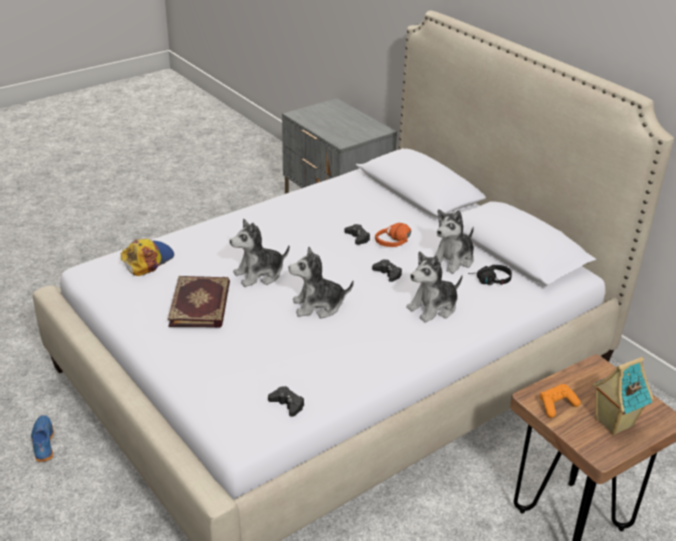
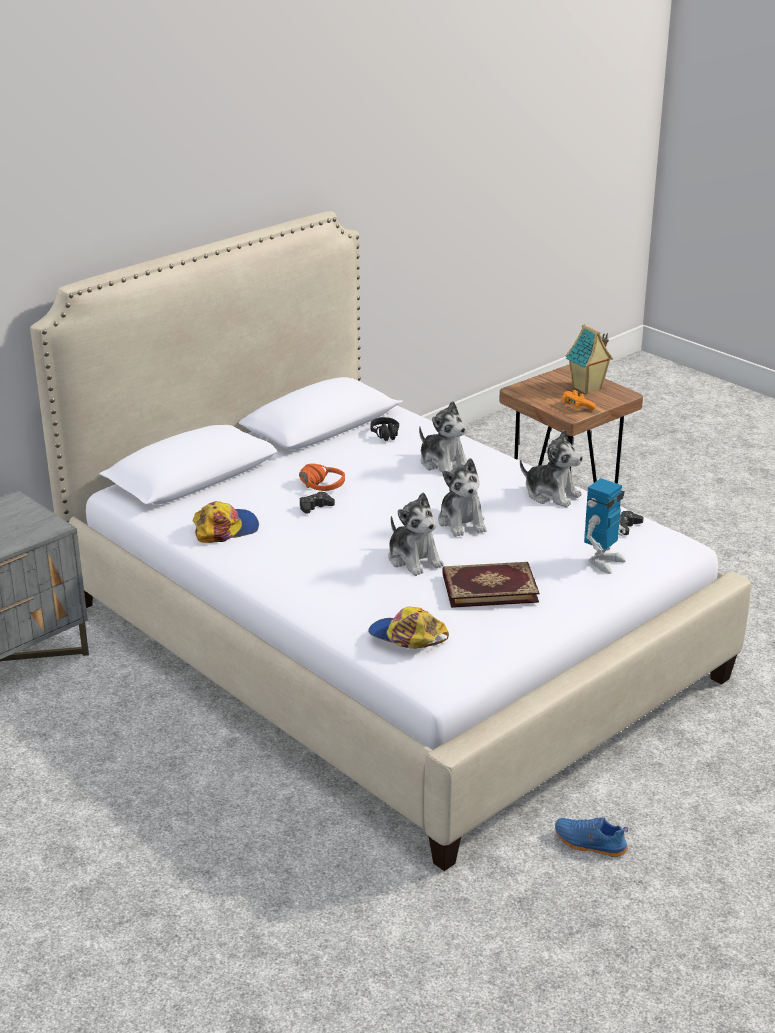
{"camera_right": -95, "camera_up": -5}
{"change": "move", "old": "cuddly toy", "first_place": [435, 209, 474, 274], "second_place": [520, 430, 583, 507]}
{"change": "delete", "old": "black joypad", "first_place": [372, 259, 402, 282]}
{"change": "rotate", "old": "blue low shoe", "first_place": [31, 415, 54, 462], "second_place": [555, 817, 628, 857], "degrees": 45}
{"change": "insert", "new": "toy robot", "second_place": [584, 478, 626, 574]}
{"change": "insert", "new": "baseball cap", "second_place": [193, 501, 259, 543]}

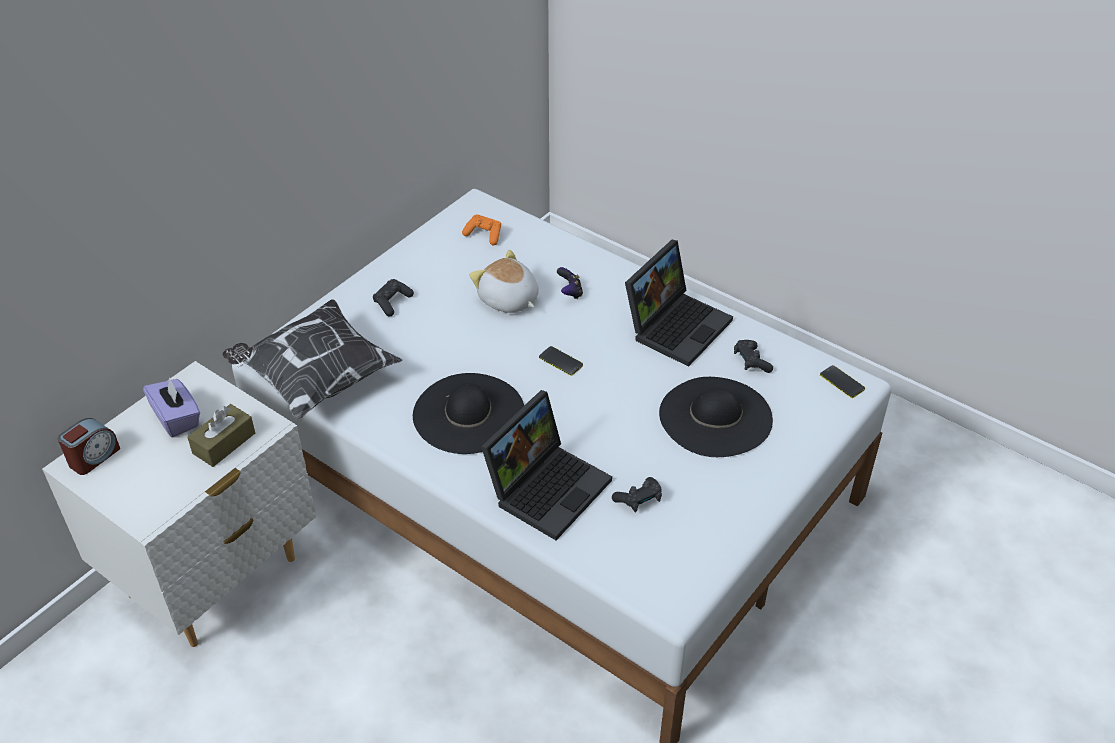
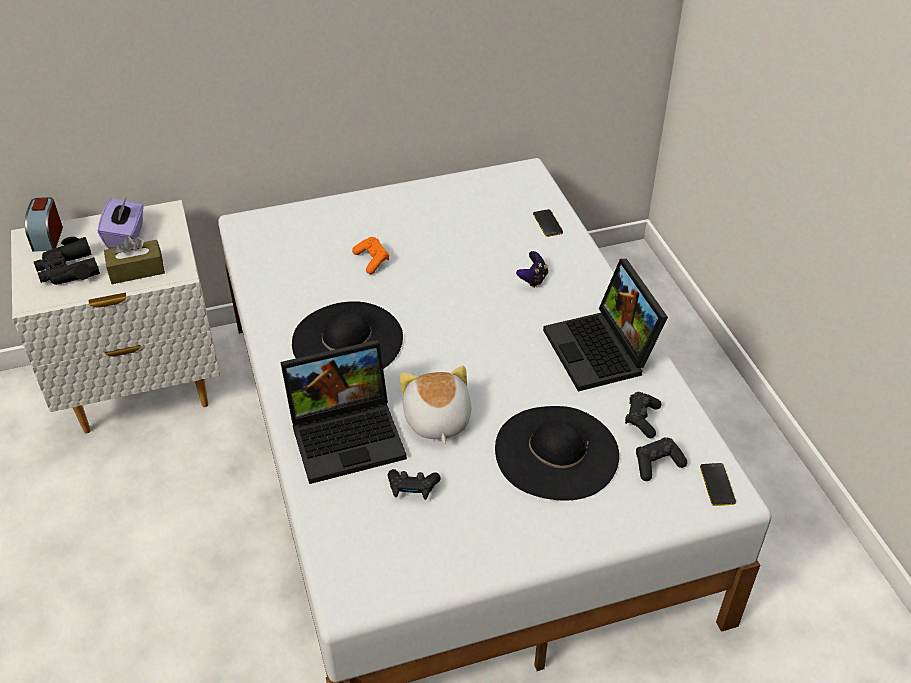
{"camera_right": 35, "camera_up": 0}
{"change": "move", "old": "orange-coloured joypad", "first_place": [462, 214, 501, 245], "second_place": [352, 237, 389, 274]}
{"change": "rotate", "old": "laptop", "first_place": [625, 240, 733, 367], "second_place": [543, 259, 668, 392], "degrees": 90}
{"change": "move", "old": "cuddly toy", "first_place": [469, 250, 539, 313], "second_place": [400, 366, 471, 444]}
{"change": "move", "old": "black joypad", "first_place": [373, 279, 414, 316], "second_place": [636, 437, 687, 481]}
{"change": "delete", "old": "throw pillow", "first_place": [222, 299, 402, 420]}
{"change": "move", "old": "phone", "first_place": [539, 346, 583, 376], "second_place": [533, 209, 563, 237]}
{"change": "rotate", "old": "table clock", "first_place": [58, 418, 120, 475], "second_place": [24, 197, 63, 252], "degrees": 105}
{"change": "insert", "new": "black pair of binoculars", "second_place": [34, 237, 100, 285]}

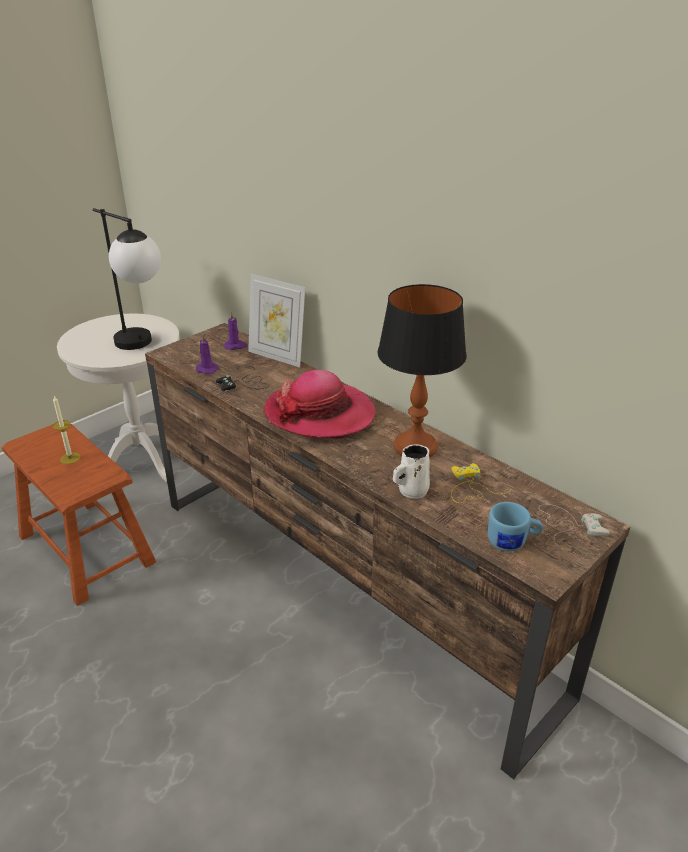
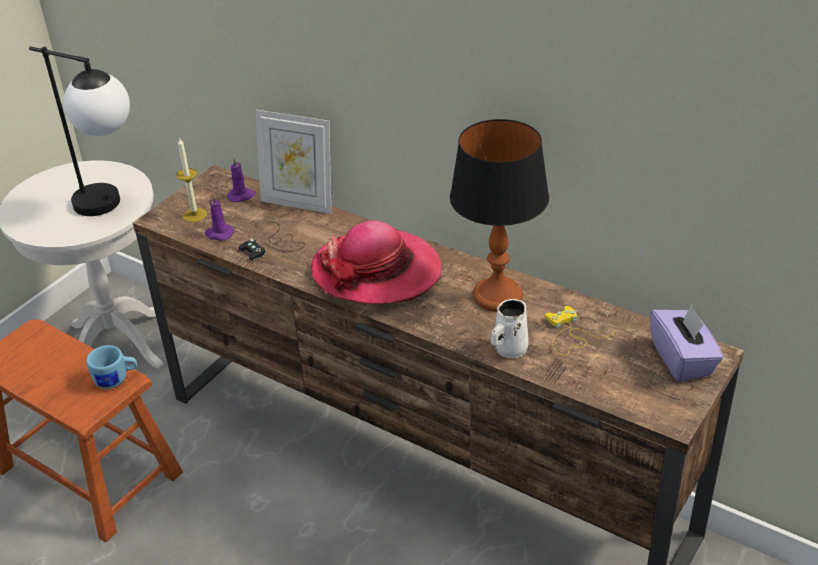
{"camera_right": -10, "camera_up": 5}
{"change": "move", "old": "wax light", "first_place": [53, 396, 81, 464], "second_place": [176, 137, 207, 222]}
{"change": "move", "old": "blue tea mug", "first_place": [488, 502, 543, 552], "second_place": [86, 345, 137, 389]}
{"change": "replace", "old": "white-coloured joypad", "new": "purple tissue holder", "first_place": [539, 504, 610, 549], "second_place": [650, 304, 723, 382]}

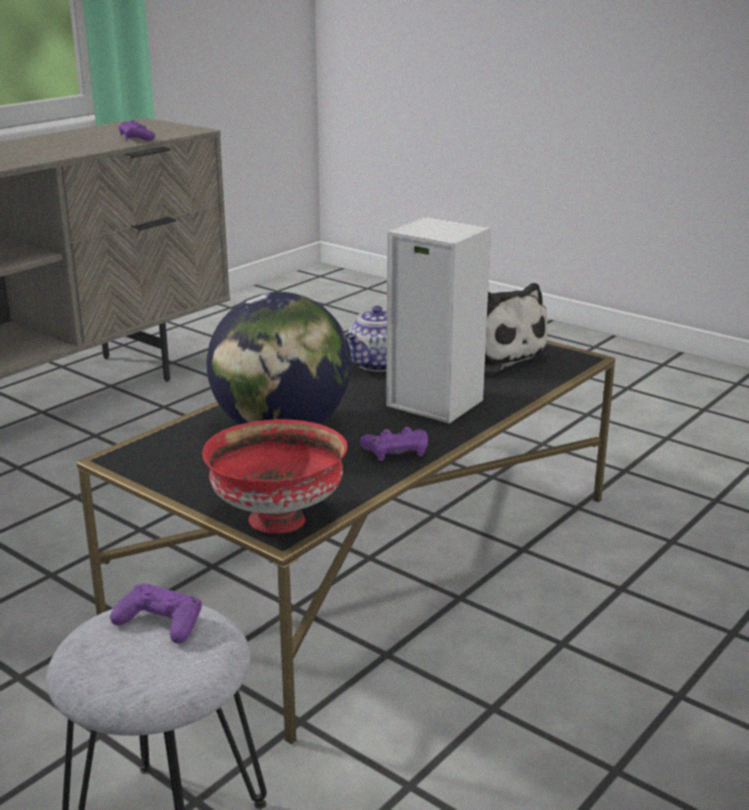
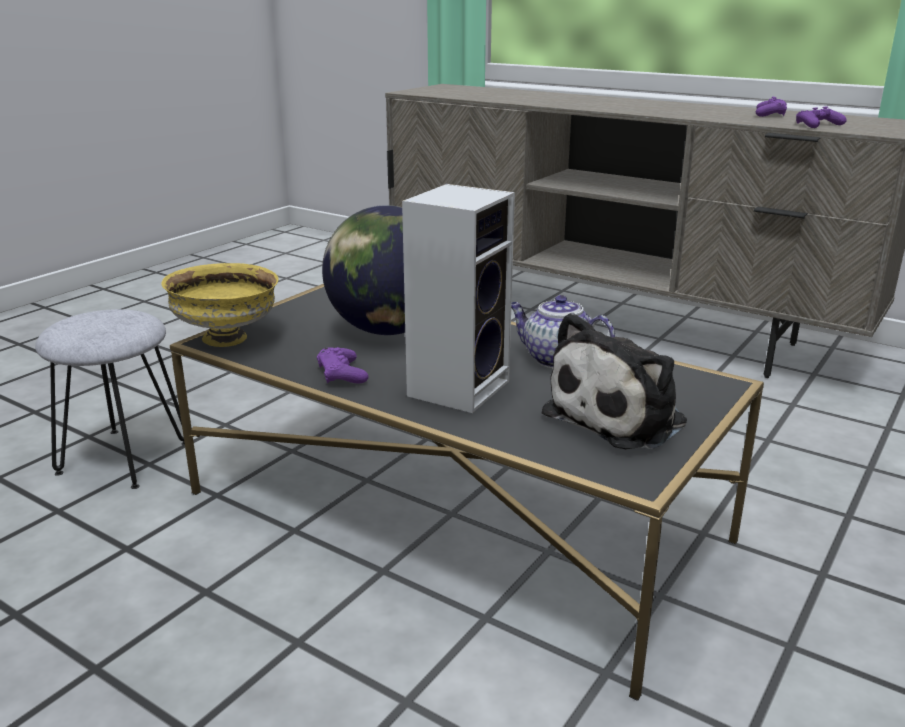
{"camera_right": 85, "camera_up": 0}
{"change": "recolor", "old": "reddish serving bowl", "new": "yellowish serving bowl", "first_place": [202, 419, 347, 534], "second_place": [161, 263, 279, 347]}
{"change": "move", "old": "purple joypad", "first_place": [110, 584, 202, 643], "second_place": [756, 96, 787, 117]}

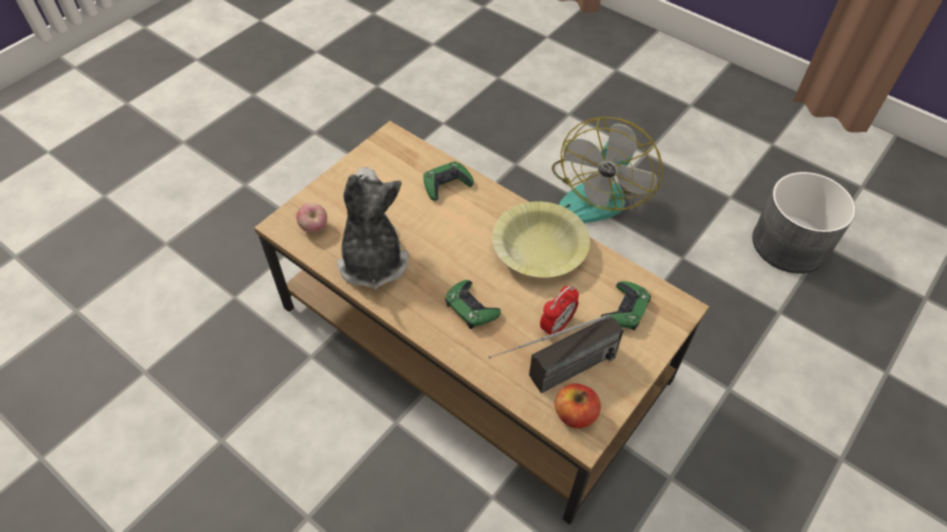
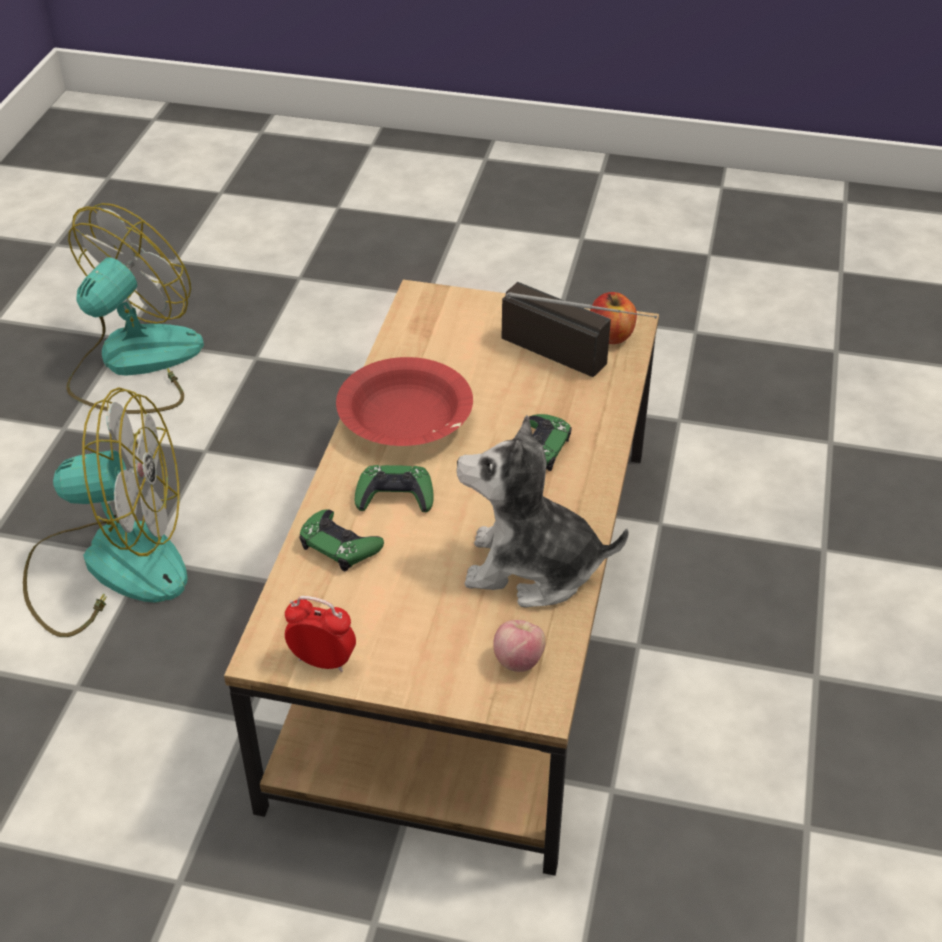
{"camera_right": -115, "camera_up": -10}
{"change": "rotate", "old": "cuddly toy", "first_place": [337, 167, 409, 290], "second_place": [457, 415, 629, 608], "degrees": 45}
{"change": "replace", "old": "gray plant pot", "new": "electric fan", "first_place": [752, 172, 856, 274], "second_place": [66, 203, 204, 414]}
{"change": "recolor", "old": "yellowish serving bowl", "new": "reddish serving bowl", "first_place": [492, 201, 590, 278], "second_place": [336, 357, 473, 446]}
{"change": "move", "old": "green-coloured joypad", "first_place": [601, 281, 651, 330], "second_place": [355, 465, 434, 512]}
{"change": "move", "old": "table clock", "first_place": [540, 286, 579, 335], "second_place": [285, 596, 356, 672]}

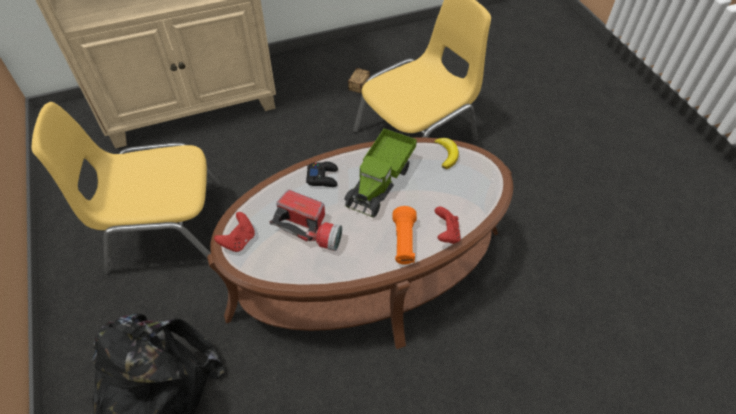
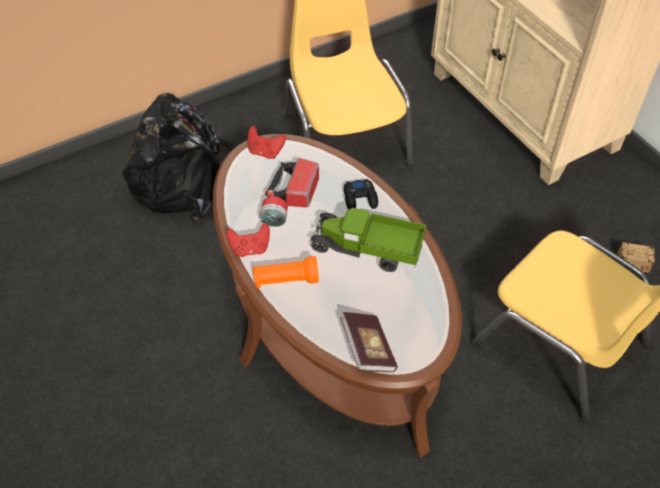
{"camera_right": 80, "camera_up": 0}
{"change": "delete", "old": "banana", "first_place": [434, 138, 459, 169]}
{"change": "move", "old": "reddish joypad", "first_place": [435, 207, 461, 244], "second_place": [226, 223, 270, 257]}
{"change": "insert", "new": "volume", "second_place": [340, 312, 398, 372]}

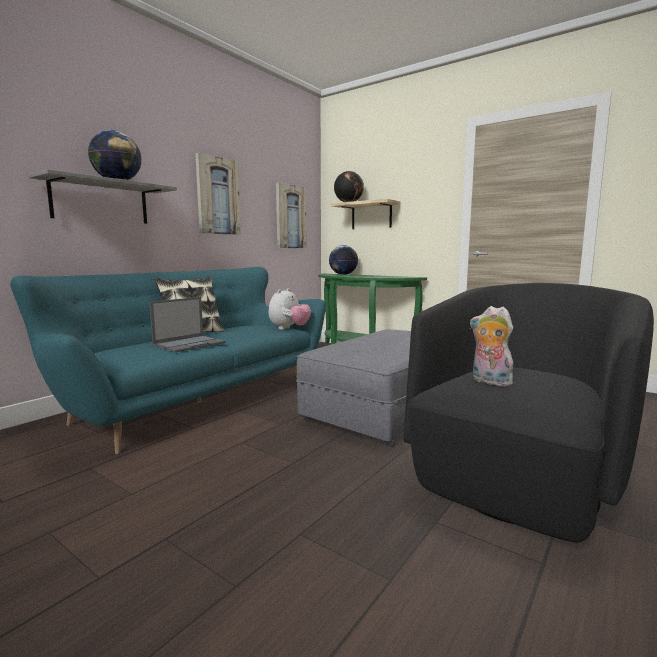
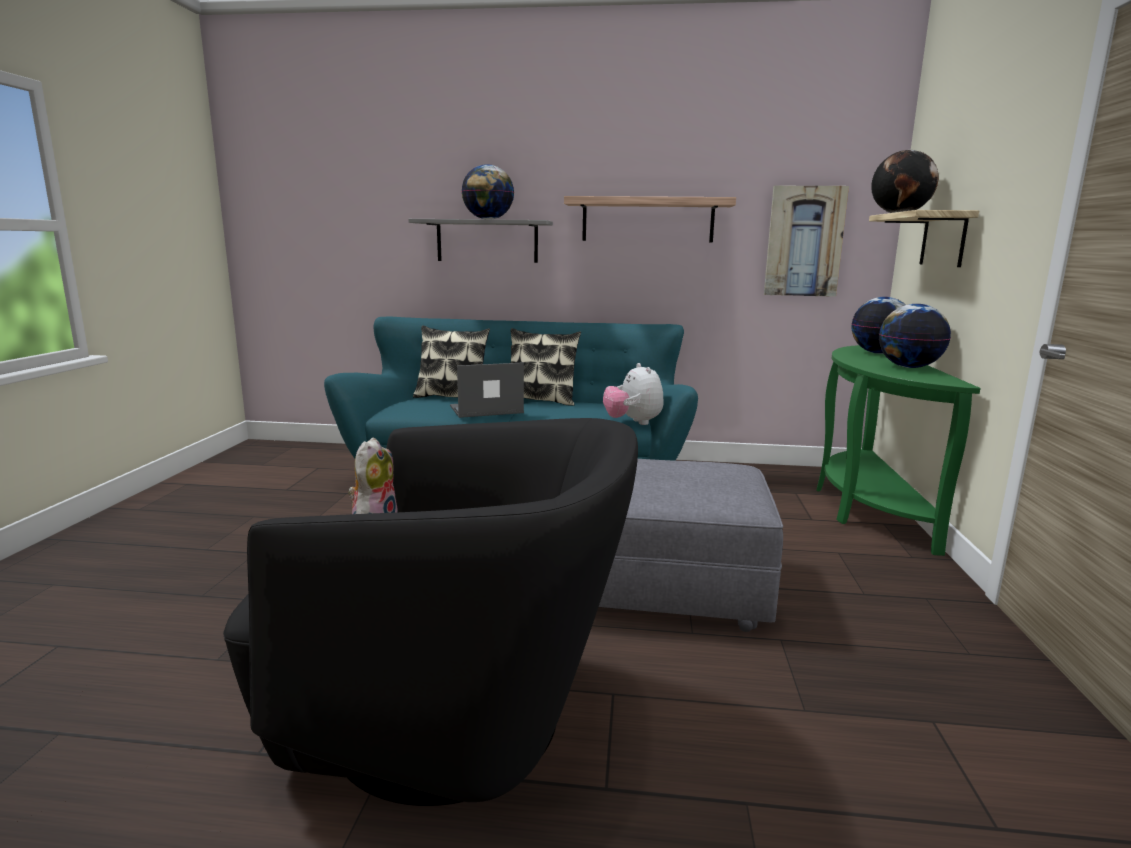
{"camera_right": 60, "camera_up": 5}
{"change": "replace", "old": "wall art", "new": "wall shelf", "first_place": [195, 153, 241, 235], "second_place": [564, 196, 736, 243]}
{"change": "rotate", "old": "cuddly toy", "first_place": [269, 288, 311, 330], "second_place": [603, 363, 664, 425], "degrees": 75}
{"change": "rotate", "old": "laptop", "first_place": [149, 297, 226, 352], "second_place": [450, 363, 524, 418], "degrees": 150}
{"change": "insert", "new": "globe", "second_place": [879, 304, 951, 368]}
{"change": "insert", "new": "throw pillow", "second_place": [413, 326, 490, 398]}

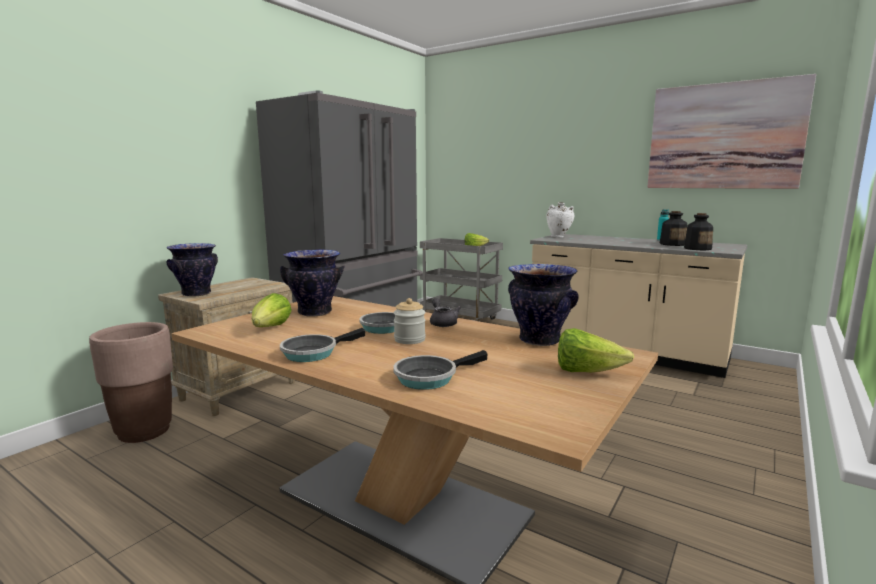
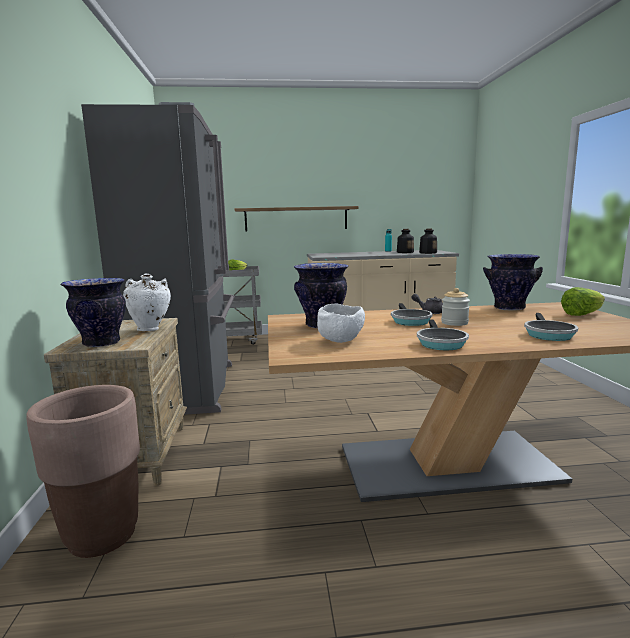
{"camera_right": -40, "camera_up": 0}
{"change": "delete", "old": "wall art", "first_place": [647, 74, 816, 189]}
{"change": "move", "old": "white-coloured vase", "first_place": [546, 202, 575, 238], "second_place": [123, 273, 171, 331]}
{"change": "replace", "old": "lettuce head", "new": "white-coloured serving bowl", "first_place": [252, 293, 292, 327], "second_place": [317, 303, 365, 343]}
{"change": "insert", "new": "wall shelf", "second_place": [235, 206, 359, 231]}

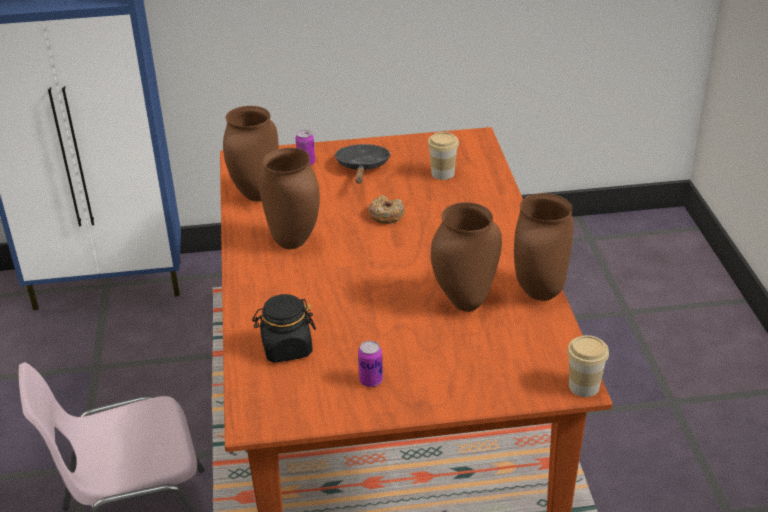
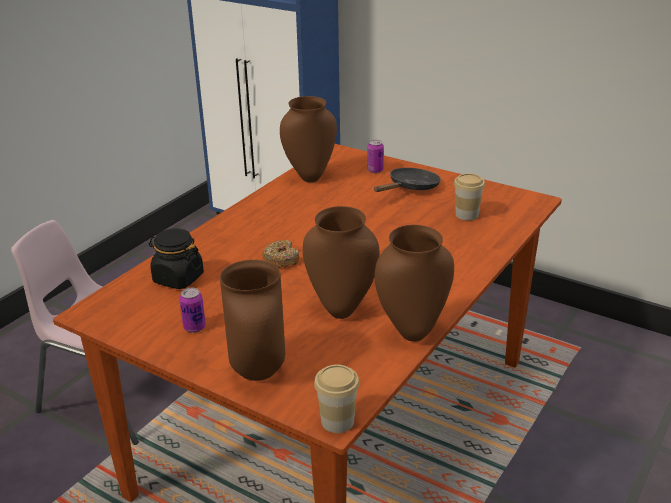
{"camera_right": 40, "camera_up": -5}
{"change": "move", "old": "brownish vase", "first_place": [259, 148, 320, 249], "second_place": [220, 260, 285, 381]}
{"change": "move", "old": "doughnut", "first_place": [368, 195, 405, 224], "second_place": [262, 240, 299, 269]}

